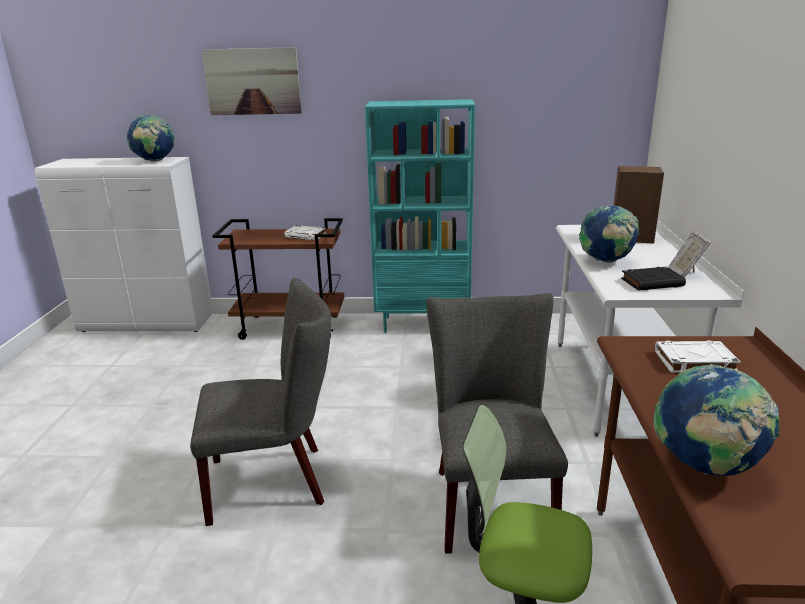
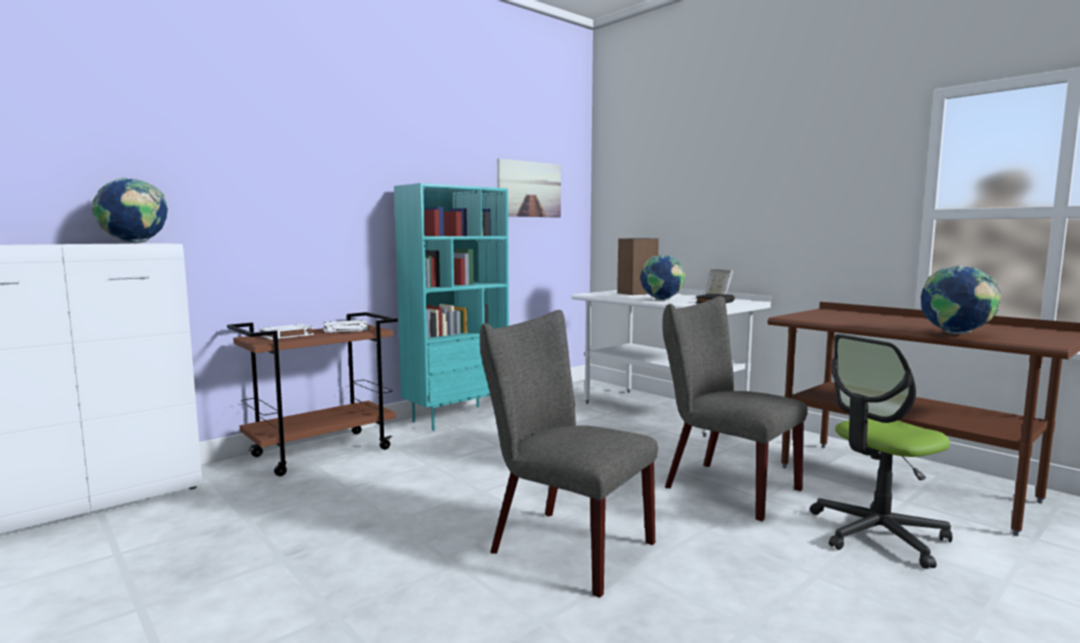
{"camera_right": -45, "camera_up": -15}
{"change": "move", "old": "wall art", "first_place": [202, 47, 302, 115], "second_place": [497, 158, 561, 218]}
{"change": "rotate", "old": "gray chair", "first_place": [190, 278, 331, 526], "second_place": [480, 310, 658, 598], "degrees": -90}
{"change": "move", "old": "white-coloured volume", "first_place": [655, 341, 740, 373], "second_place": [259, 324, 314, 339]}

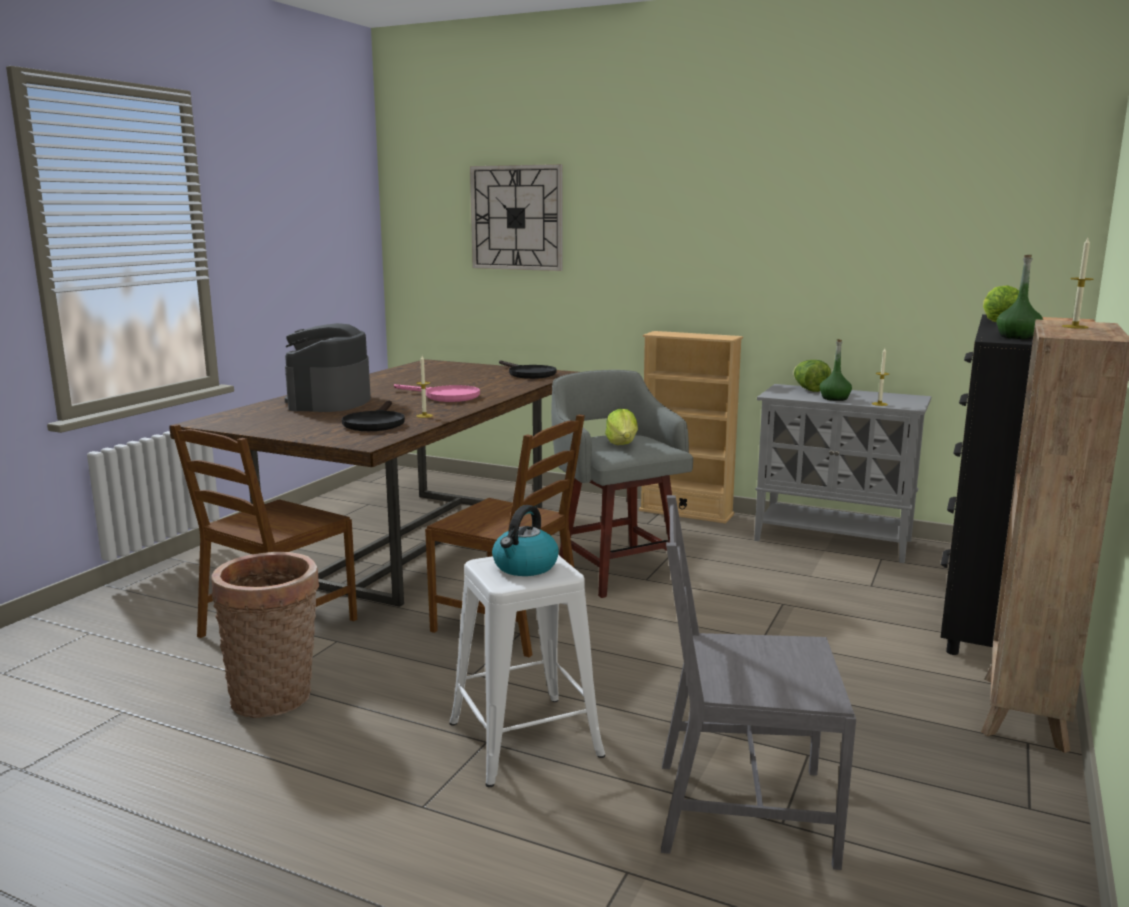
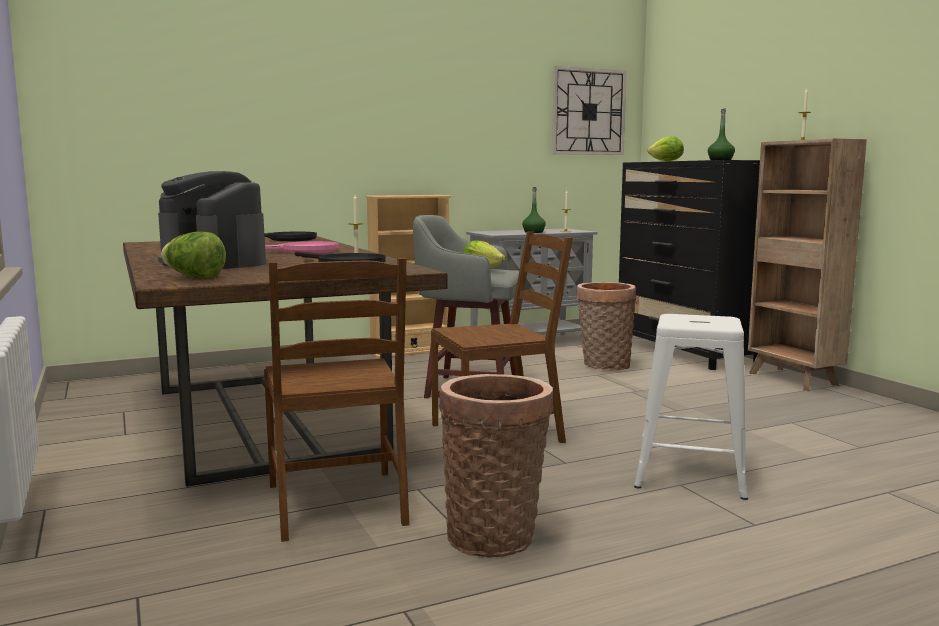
{"camera_right": -50, "camera_up": -5}
{"change": "move", "old": "wall clock", "first_place": [470, 164, 562, 271], "second_place": [552, 66, 627, 155]}
{"change": "move", "old": "lettuce head", "first_place": [793, 360, 831, 392], "second_place": [161, 232, 226, 278]}
{"change": "delete", "old": "gray chair", "first_place": [661, 495, 856, 870]}
{"change": "delete", "old": "kettle", "first_place": [492, 505, 559, 576]}
{"change": "insert", "new": "household basket", "second_place": [576, 282, 636, 370]}

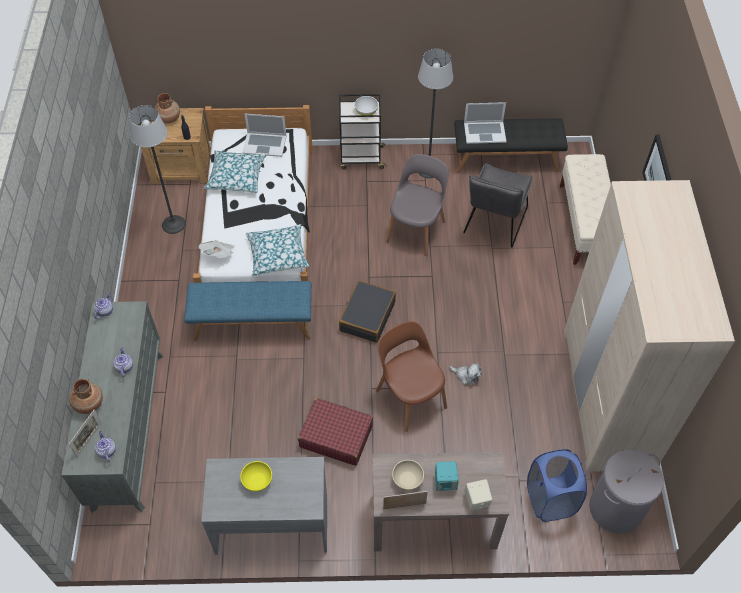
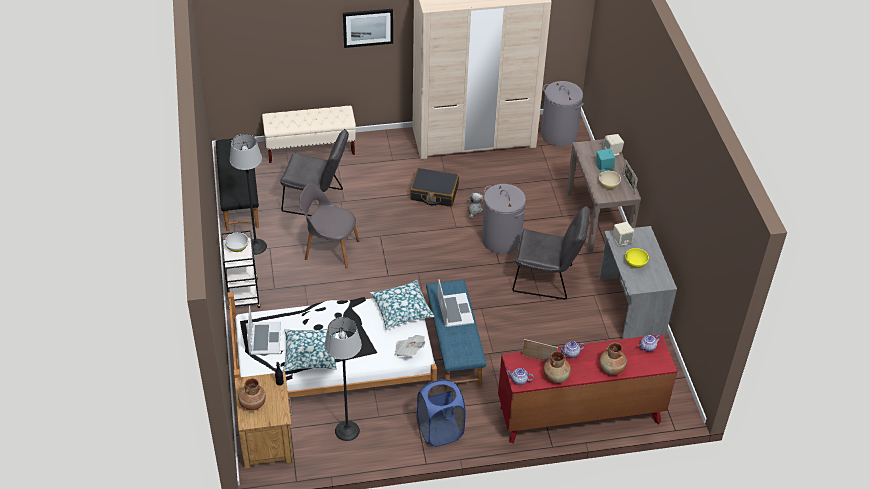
{"camera_right": -100, "camera_up": -10}
{"change": "move", "old": "laptop", "first_place": [464, 102, 506, 144], "second_place": [438, 279, 474, 327]}
{"change": "move", "old": "black travel case", "first_place": [339, 281, 396, 343], "second_place": [410, 168, 459, 207]}
{"change": "recolor", "old": "gray chest of drawers", "new": "reddish chest of drawers", "first_place": [62, 301, 163, 513], "second_place": [498, 334, 677, 444]}
{"change": "replace", "old": "brownish chair", "new": "gray washing basket", "first_place": [376, 321, 447, 432], "second_place": [482, 184, 526, 254]}
{"change": "replace", "old": "reddish travel case", "new": "gray chair", "first_place": [298, 398, 373, 466], "second_place": [513, 206, 590, 299]}
{"change": "move", "old": "photo frame", "first_place": [69, 409, 102, 457], "second_place": [522, 339, 558, 361]}
{"change": "move", "old": "blue washing basket", "first_place": [527, 449, 587, 522], "second_place": [417, 379, 466, 447]}
{"change": "insert", "new": "beige loudspeaker", "second_place": [613, 222, 634, 246]}
{"change": "insert", "new": "brownish vase", "second_place": [543, 351, 571, 383]}

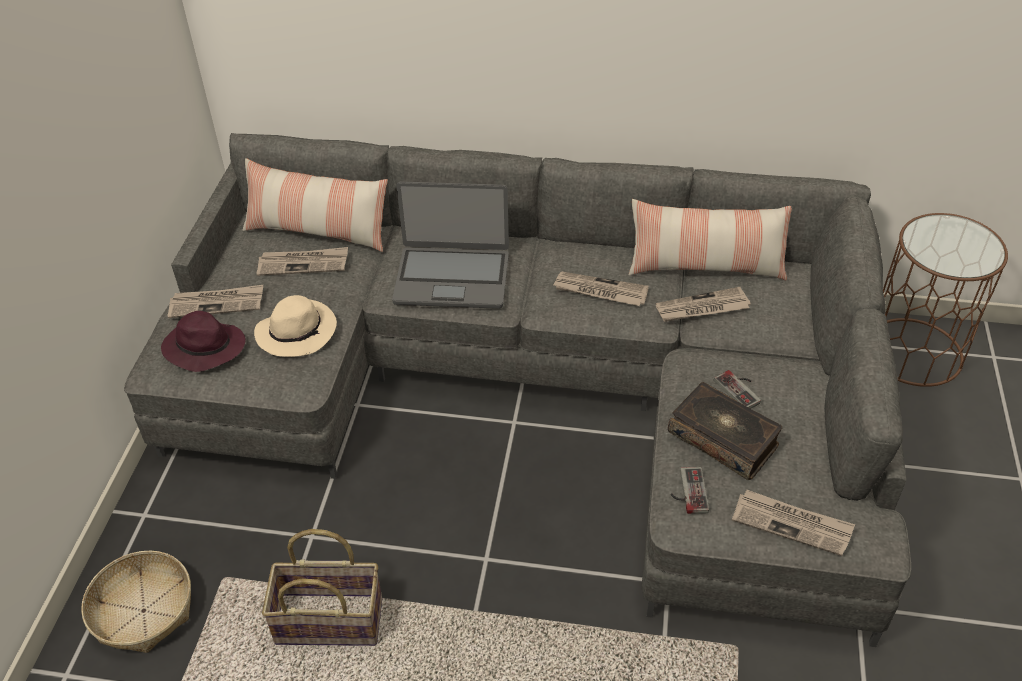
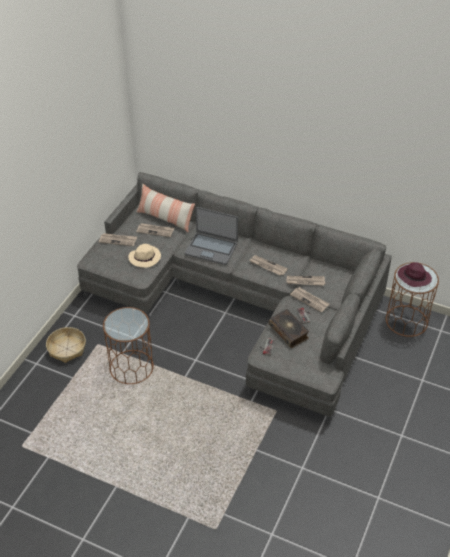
{"camera_right": 15, "camera_up": 0}
{"change": "delete", "old": "throw pillow", "first_place": [629, 199, 792, 280]}
{"change": "move", "old": "purple wearable hat", "first_place": [161, 311, 246, 372], "second_place": [397, 262, 432, 287]}
{"change": "move", "old": "daily paper", "first_place": [732, 490, 855, 556], "second_place": [290, 287, 330, 313]}
{"change": "replace", "old": "household basket", "new": "brownish side table", "first_place": [262, 529, 382, 646], "second_place": [103, 307, 154, 384]}

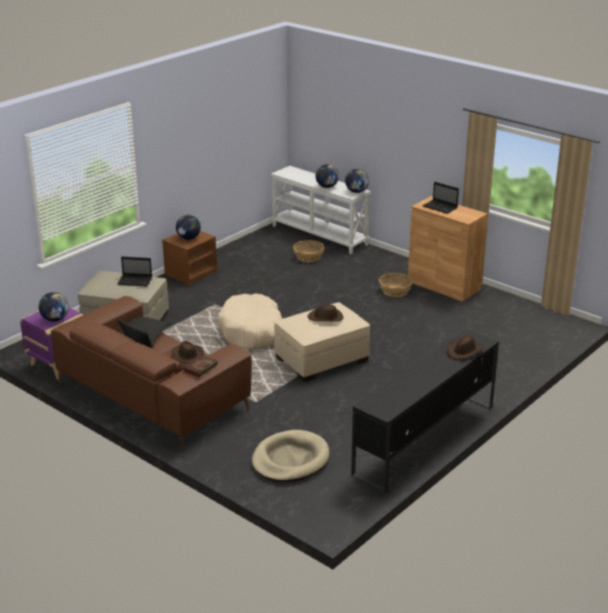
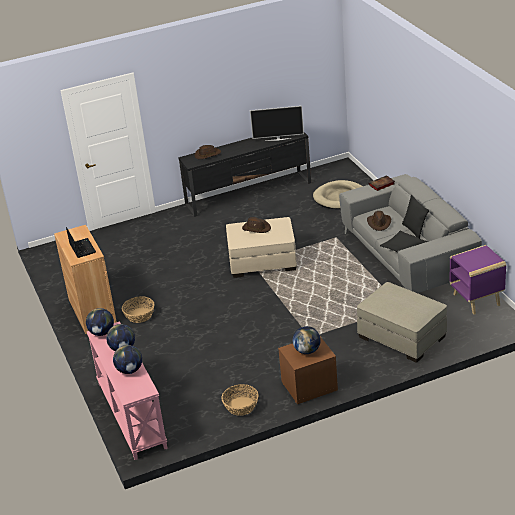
{"camera_right": -150, "camera_up": 5}
{"change": "recolor", "old": "white-coloured console table", "new": "pink-coloured console table", "first_place": [271, 166, 371, 254], "second_place": [87, 321, 168, 460]}
{"change": "move", "old": "household basket", "first_place": [293, 240, 324, 262], "second_place": [222, 384, 259, 416]}
{"change": "delete", "old": "laptop", "first_place": [117, 256, 152, 287]}
{"change": "move", "old": "globe", "first_place": [39, 292, 69, 321], "second_place": [113, 345, 142, 374]}
{"change": "delete", "old": "beige dog cushion", "first_place": [218, 293, 282, 349]}
{"change": "recolor", "old": "brownish settee", "new": "gray settee", "first_place": [51, 296, 252, 452], "second_place": [339, 174, 482, 293]}
{"change": "insert", "new": "TV set", "second_place": [250, 106, 304, 141]}

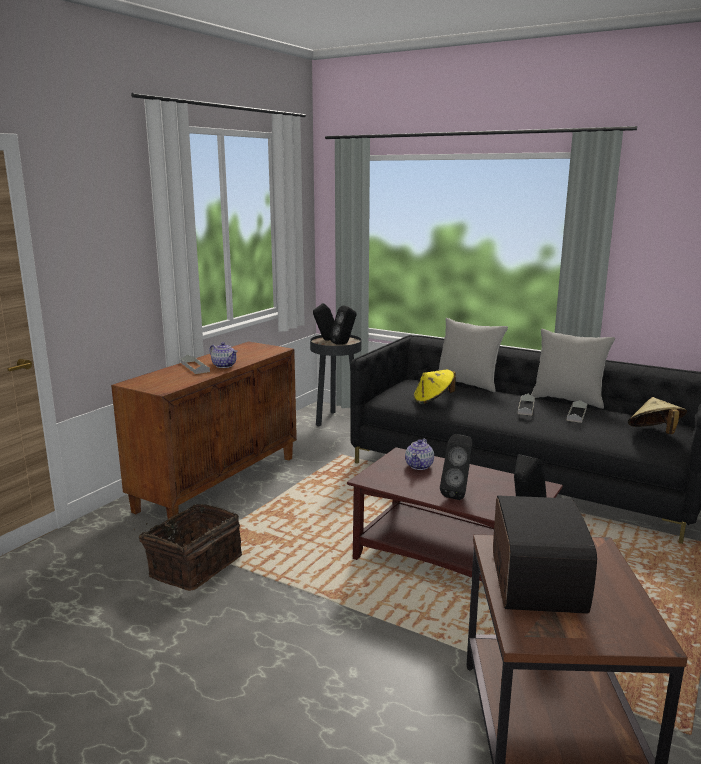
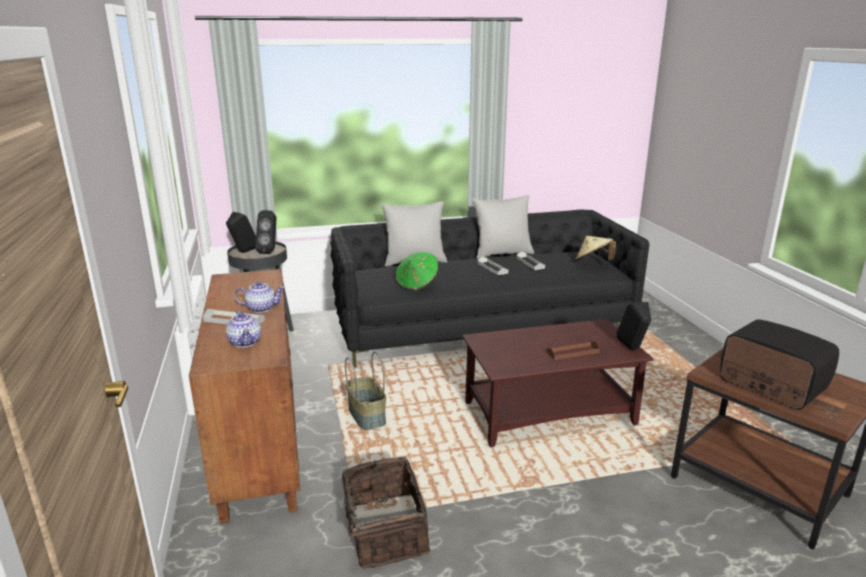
{"camera_right": -45, "camera_up": 5}
{"change": "recolor", "old": "yellowish wearable hat", "new": "green-coloured wearable hat", "first_place": [414, 370, 456, 404], "second_place": [396, 252, 439, 291]}
{"change": "replace", "old": "black loudspeaker", "new": "brownish carrying tray", "first_place": [440, 434, 472, 500], "second_place": [547, 341, 600, 360]}
{"change": "move", "old": "pot for tea", "first_place": [405, 439, 434, 470], "second_place": [226, 310, 261, 347]}
{"change": "insert", "new": "household basket", "second_place": [345, 352, 386, 430]}

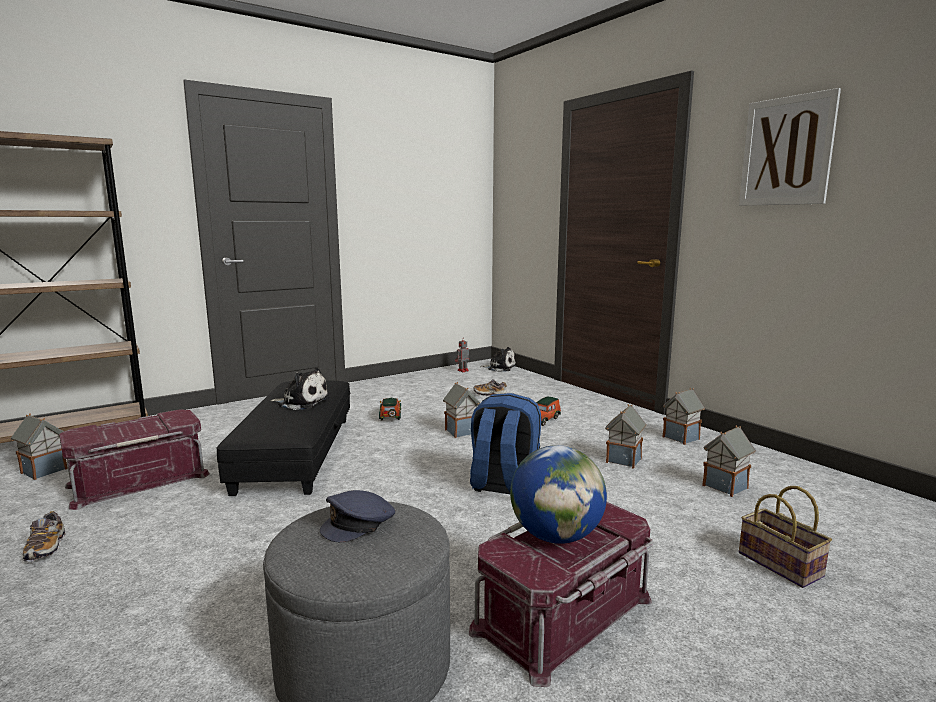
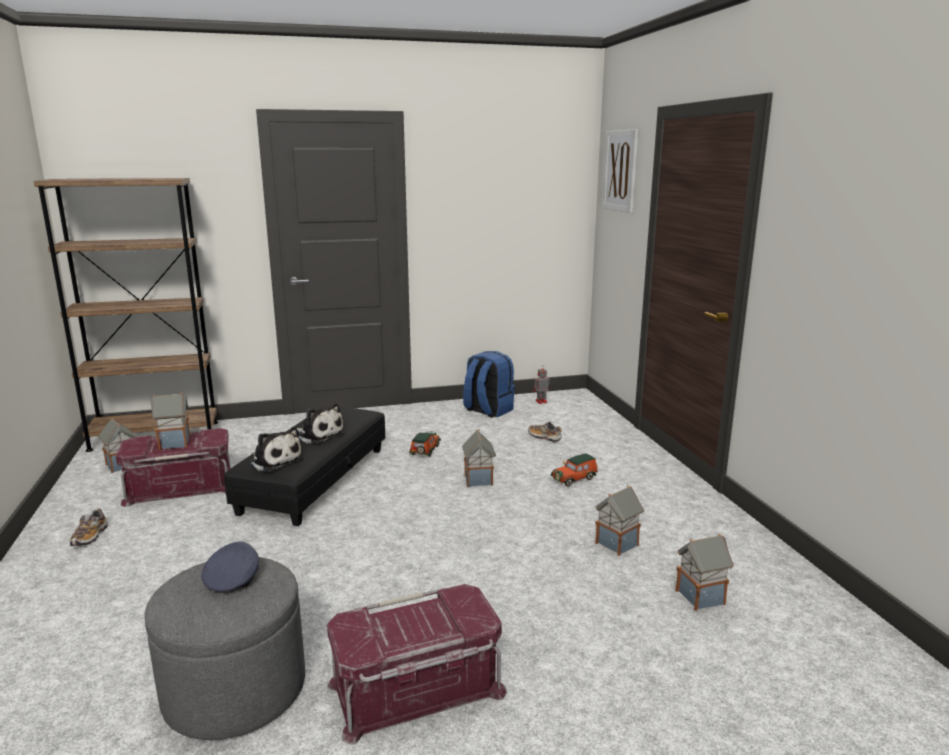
{"camera_right": 20, "camera_up": 5}
{"change": "move", "old": "wall art", "first_place": [739, 88, 841, 206], "second_place": [603, 129, 638, 213]}
{"change": "move", "old": "cuddly toy", "first_place": [481, 347, 516, 372], "second_place": [250, 427, 303, 472]}
{"change": "move", "old": "toy house", "first_place": [662, 388, 705, 445], "second_place": [150, 392, 190, 450]}
{"change": "move", "old": "blue knapsack", "first_place": [470, 393, 541, 494], "second_place": [463, 351, 515, 418]}
{"change": "delete", "old": "globe", "first_place": [510, 445, 607, 544]}
{"change": "delete", "old": "household basket", "first_place": [739, 486, 832, 588]}
{"change": "rotate", "old": "gray baseball cap", "first_place": [320, 490, 396, 543], "second_place": [201, 541, 259, 592], "degrees": 120}

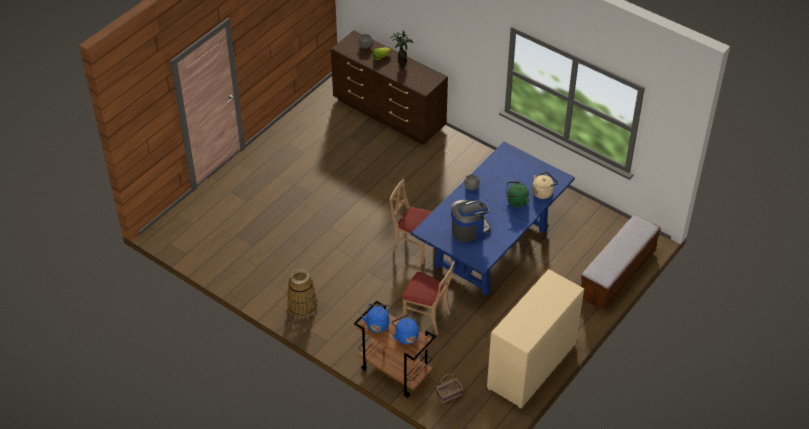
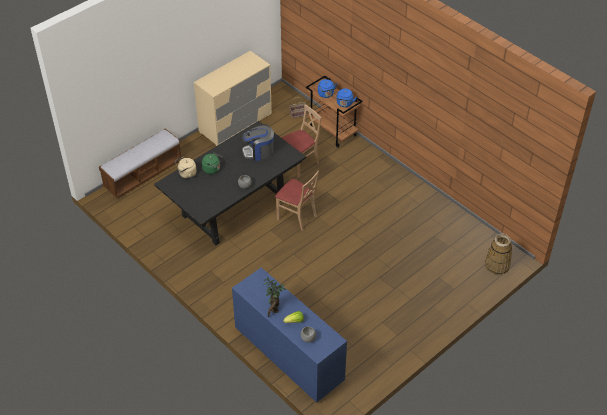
{"camera_right": -170, "camera_up": 0}
{"change": "recolor", "old": "brownish chest of drawers", "new": "blue chest of drawers", "first_place": [331, 30, 448, 145], "second_place": [232, 268, 347, 403]}
{"change": "recolor", "old": "blue kitchen table", "new": "black kitchen table", "first_place": [411, 142, 575, 296], "second_place": [154, 121, 306, 245]}
{"change": "rotate", "old": "beige chair", "first_place": [402, 261, 455, 335], "second_place": [282, 104, 321, 177], "degrees": 105}
{"change": "move", "old": "household basket", "first_place": [287, 269, 317, 317], "second_place": [485, 234, 512, 275]}

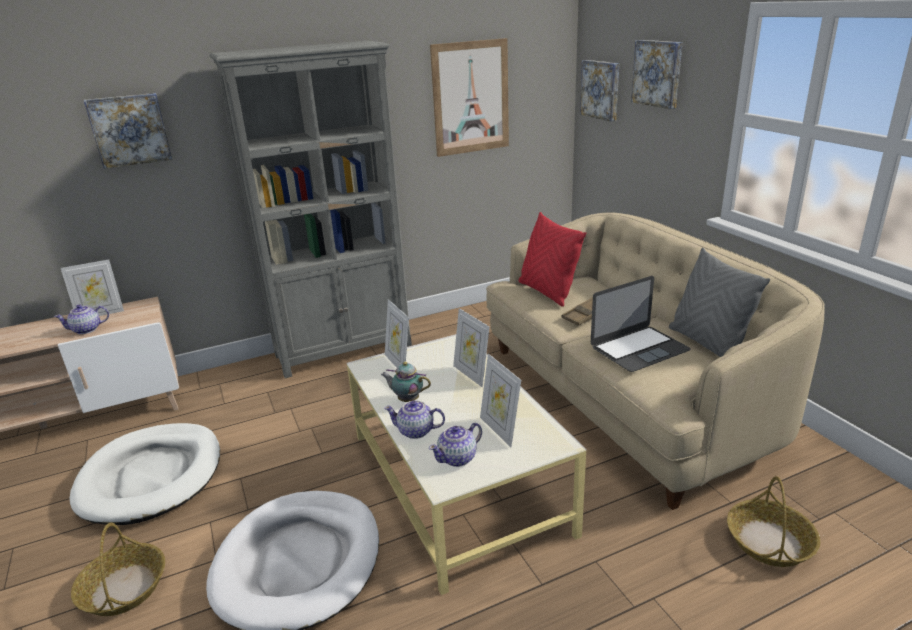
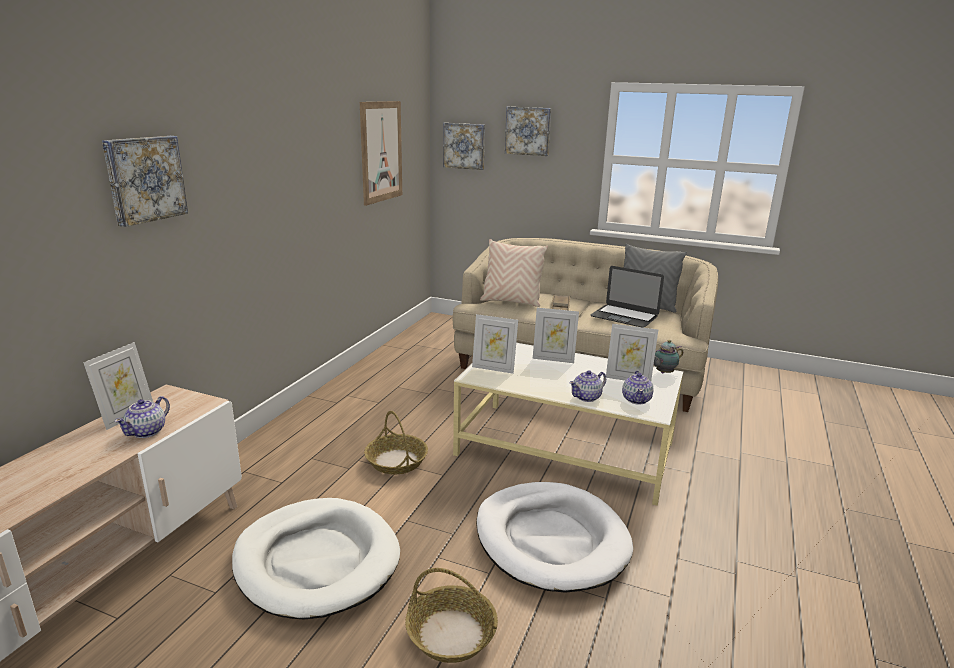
{"camera_right": -45, "camera_up": -5}
{"change": "delete", "old": "gray bookcase", "first_place": [210, 41, 412, 378]}
{"change": "recolor", "old": "reddish throw pillow", "new": "beige throw pillow", "first_place": [519, 212, 586, 307], "second_place": [480, 239, 548, 307]}
{"change": "rotate", "old": "laptop", "first_place": [591, 276, 691, 372], "second_place": [591, 266, 664, 328], "degrees": 105}
{"change": "move", "old": "pot for tea", "first_place": [381, 362, 431, 402], "second_place": [654, 340, 683, 374]}
{"change": "move", "old": "household basket", "first_place": [727, 476, 820, 567], "second_place": [364, 411, 428, 475]}

